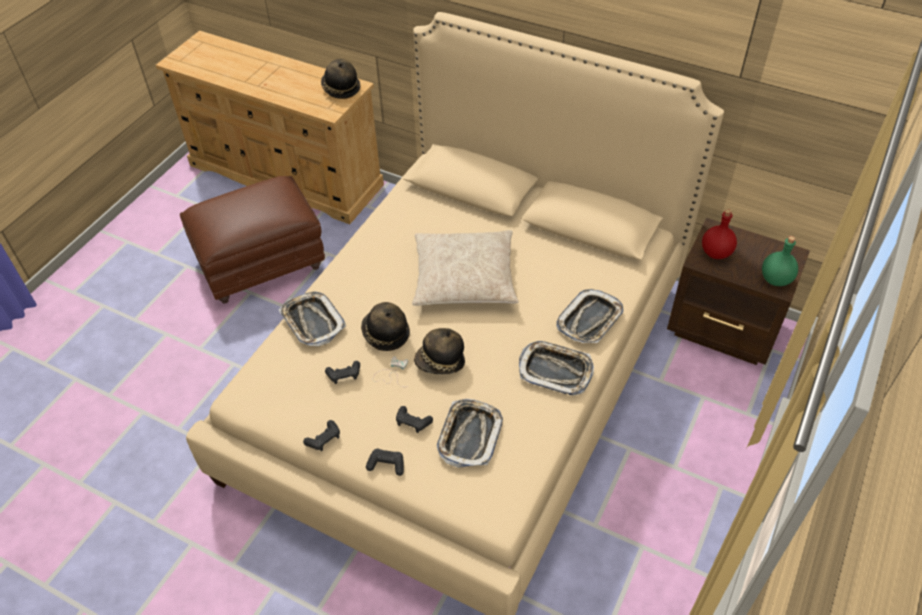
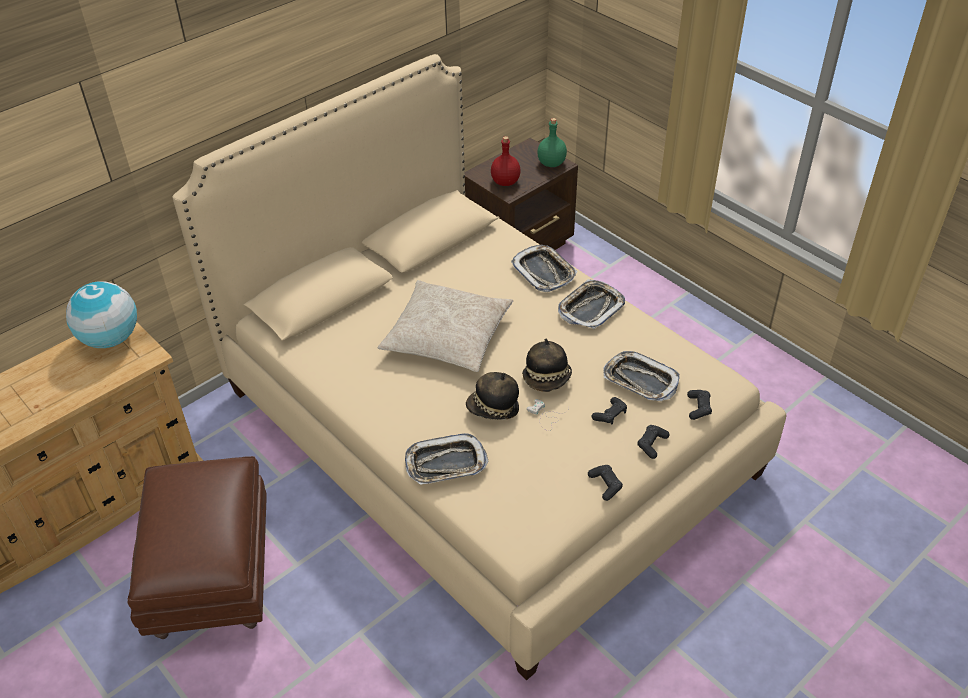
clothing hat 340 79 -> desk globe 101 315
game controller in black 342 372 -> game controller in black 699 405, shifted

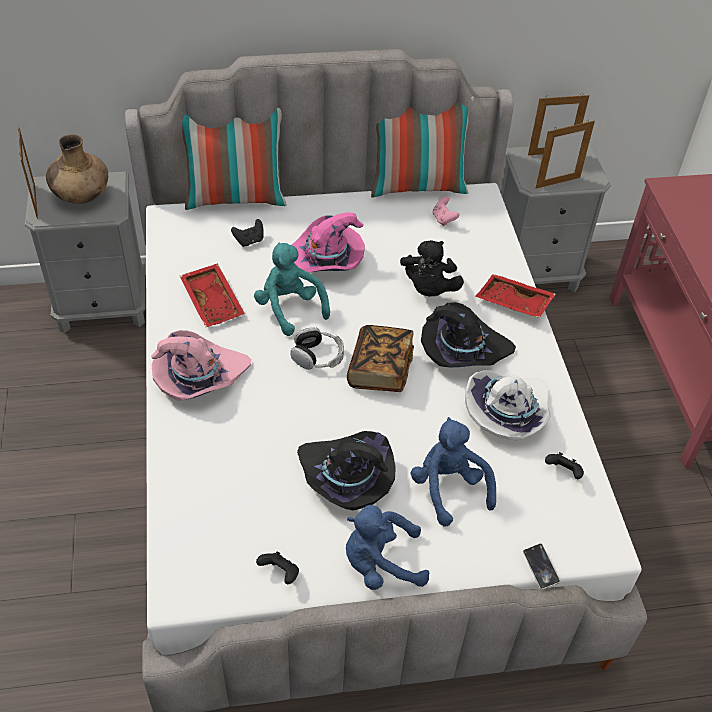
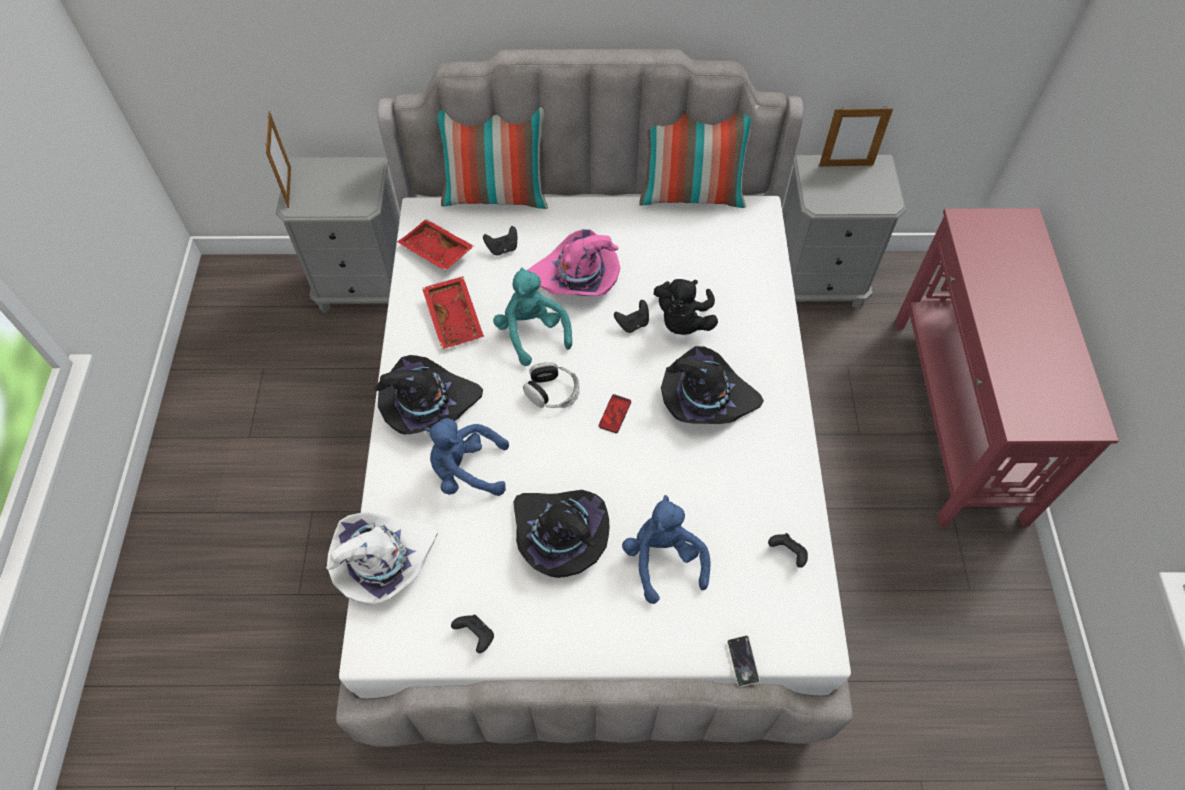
clothing hat in whitish 508 405 -> clothing hat in whitish 382 558, shifted
clothing hat in pinkish 201 365 -> clothing hat in black 428 394
serving tray in red-coloured 515 296 -> serving tray in red-coloured 435 245, shifted
cuddly toy in blue 387 547 -> cuddly toy in blue 466 457, shifted
book 380 358 -> handset 615 413
none -> game controller in black 631 316
flower vase in brownish 77 169 -> none
game controller in pinkish 446 211 -> none
picture frame 565 155 -> none

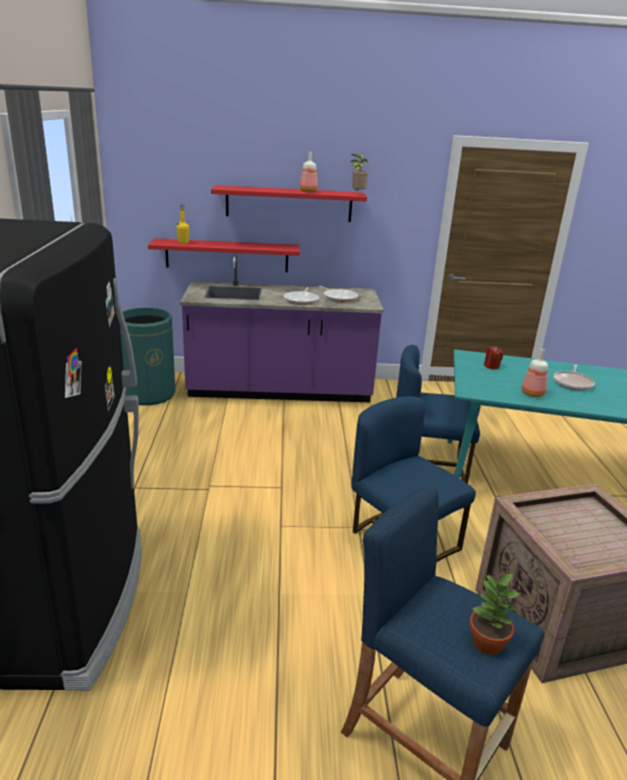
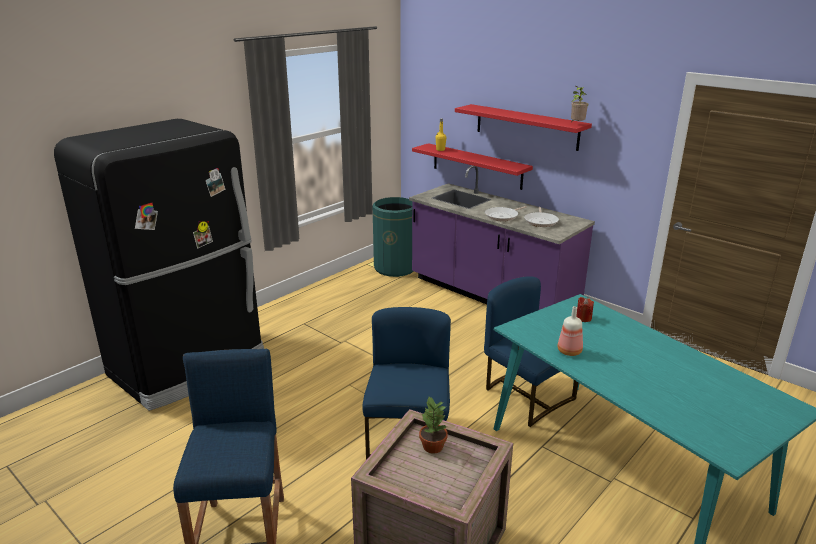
plant in a pot 495 614 -> plant in a pot 433 425, shifted
drink bottle 309 172 -> none
pan 574 377 -> none

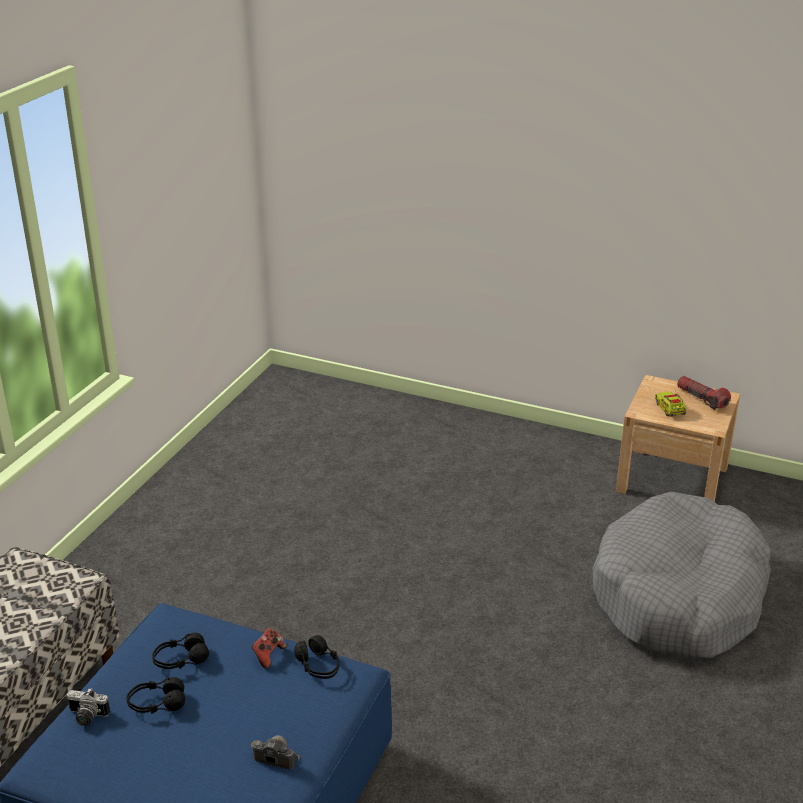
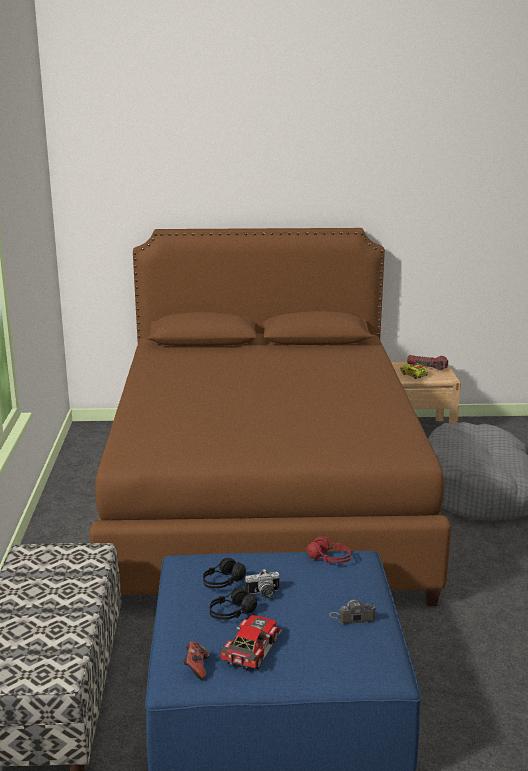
none -> bedroom bed in brownish 270 417
game controller 269 648 -> game controller 196 660, shifted
none -> model car 250 642
still camera 88 707 -> still camera 262 584, shifted
pair of headphones in black 317 657 -> pair of headphones in red-coloured 329 549

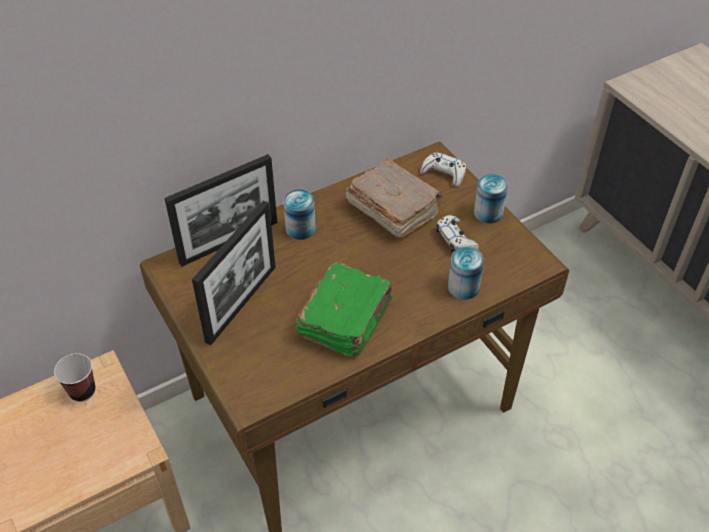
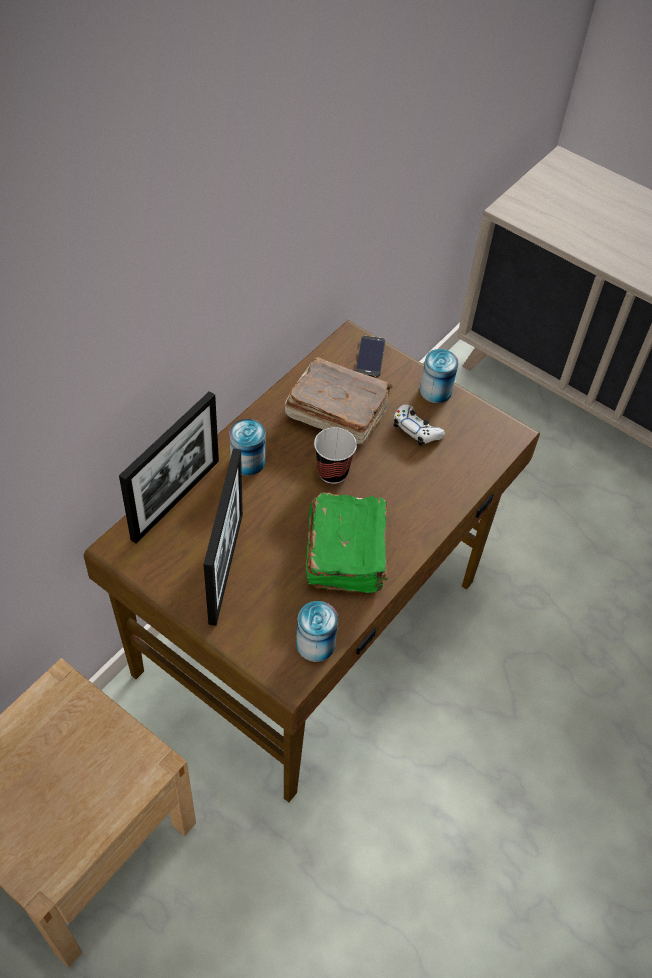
can 466 273 -> can 317 631, shifted
cup 75 377 -> cup 335 455, shifted
game controller in whitish 443 170 -> handset 370 356

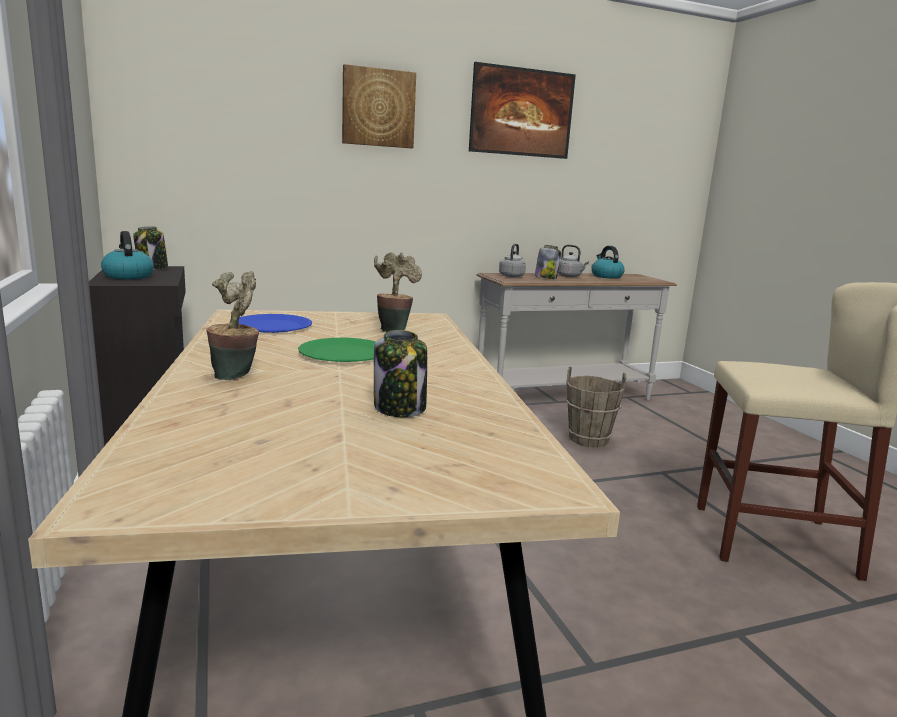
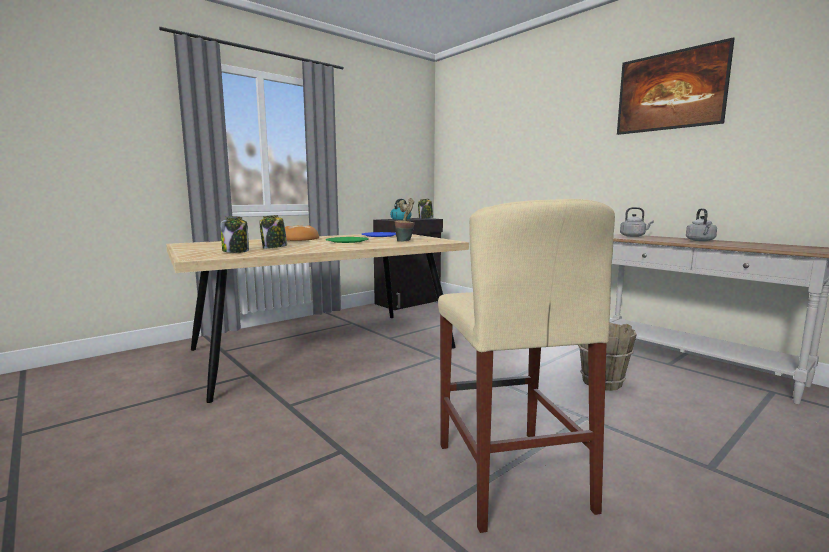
storage jar 548 262 -> storage jar 235 234, shifted
plant in a pot 232 325 -> bakery bread 302 233
picture 379 106 -> none
tea kettle 608 262 -> none

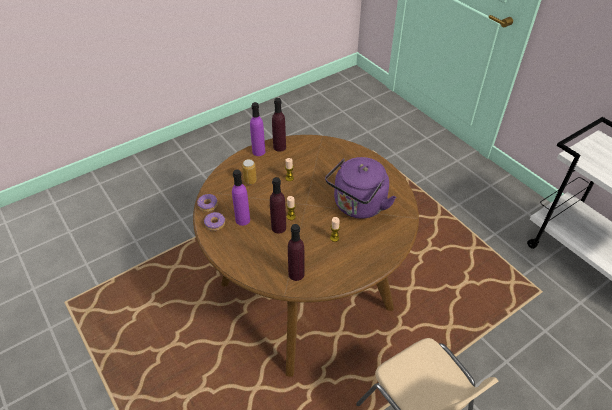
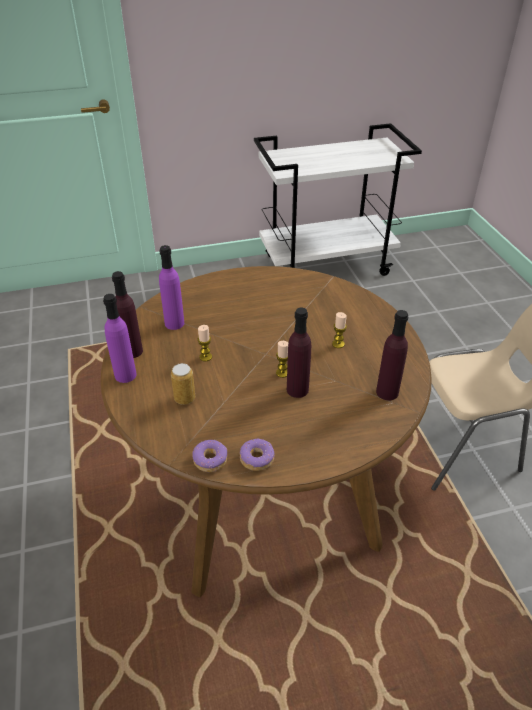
drink bottle in purple-coloured 241 198 -> drink bottle in purple-coloured 171 287, shifted
tea kettle in purple-coloured 360 188 -> none

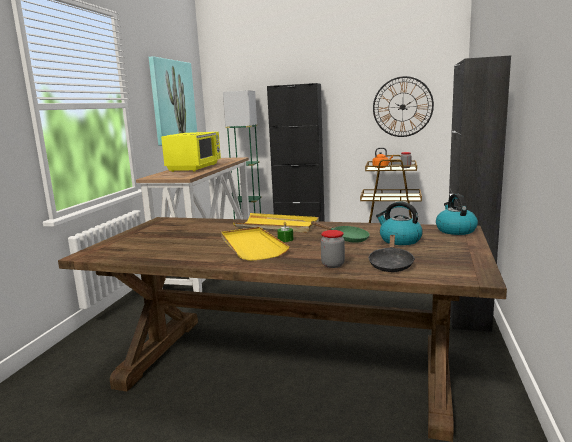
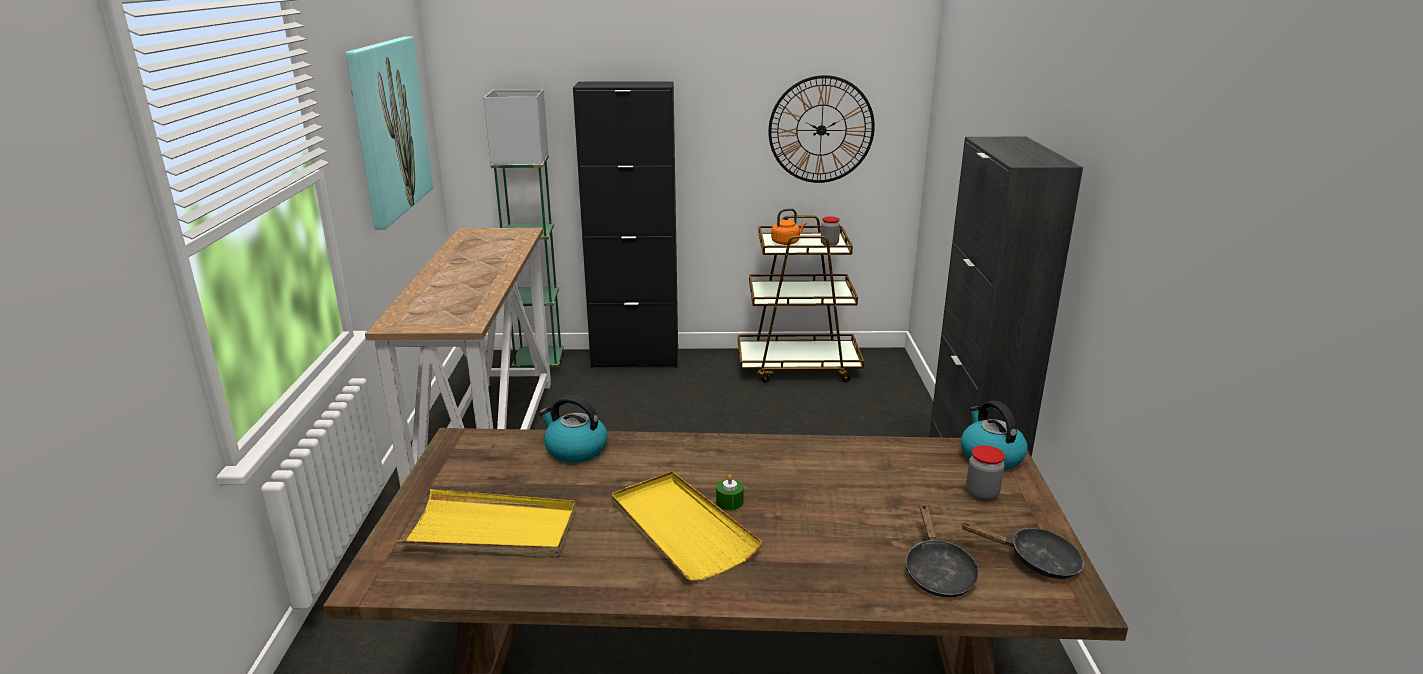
serving tray in yellowish 276 223 -> serving tray in yellowish 486 523, shifted
tea kettle 399 223 -> tea kettle 573 429, shifted
none -> pan in black 1022 550
storage jar 333 249 -> storage jar 985 473, shifted
microwave oven in yellowish 191 152 -> none
pan in green-coloured 340 232 -> none

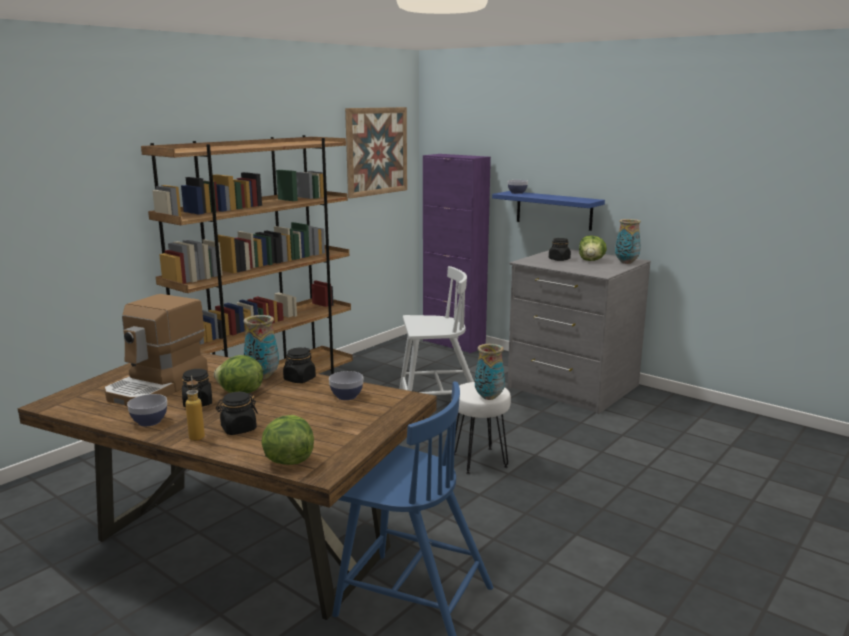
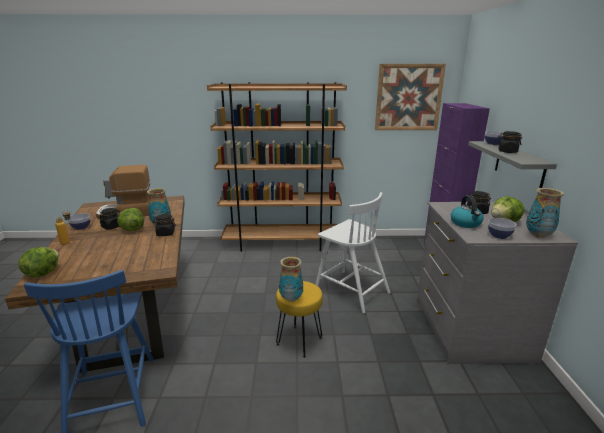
stool seat in whitish 482 428 -> stool seat in yellowish 299 319
none -> tea kettle 467 211
wall shelf in blue 548 211 -> wall shelf in gray 512 164
serving bowl 346 385 -> serving bowl 502 228, shifted
storage jar in black 237 413 -> storage jar in black 510 142, shifted

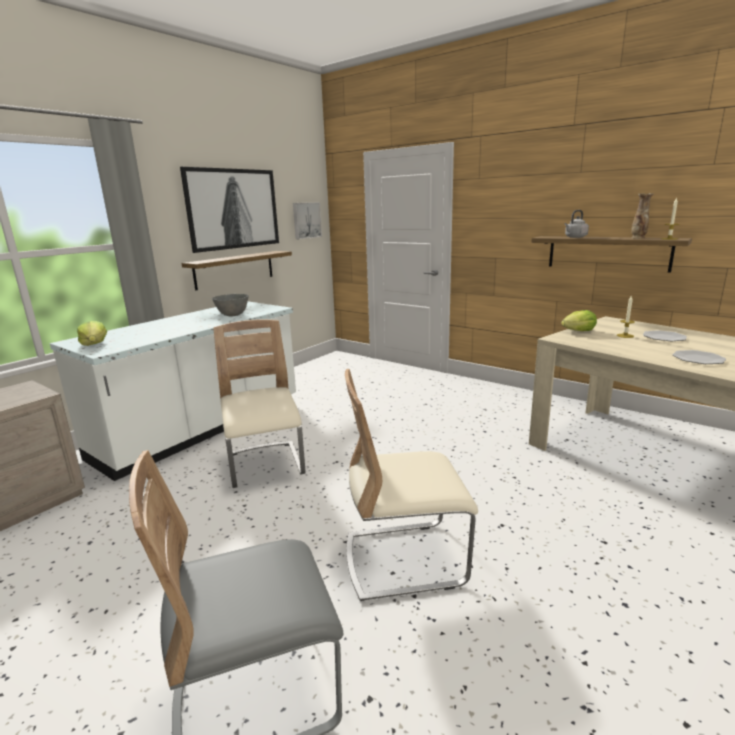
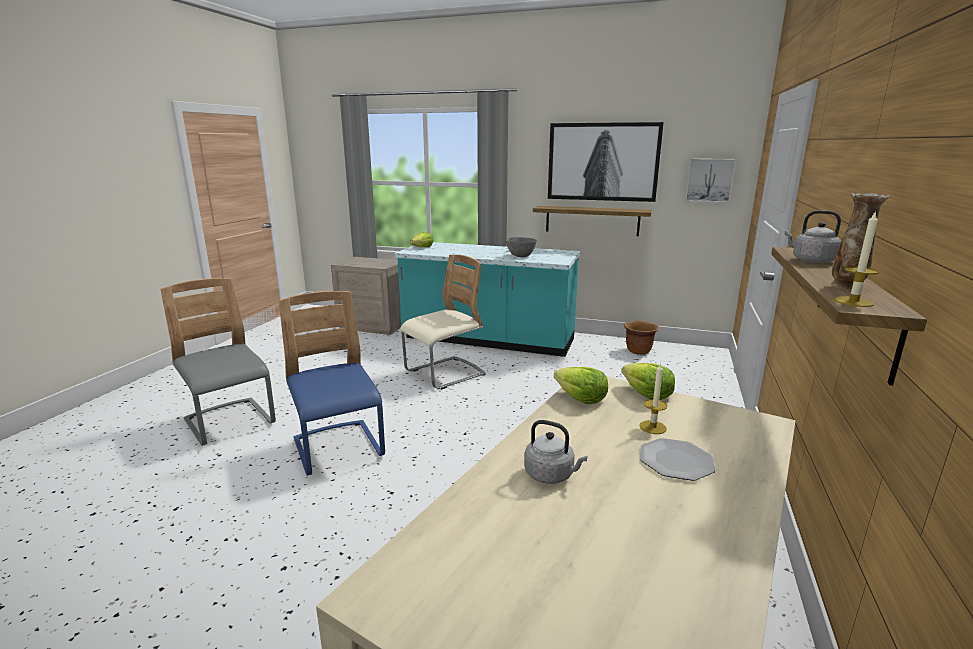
upright chair in sand-coloured 411 485 -> upright chair in blue 332 383
kitchen counter in whitish 173 391 -> kitchen counter in turquoise-coloured 487 299
plate 699 357 -> tea kettle in gray 556 452
none -> lettuce head 581 385
none -> planter in brownish 641 337

